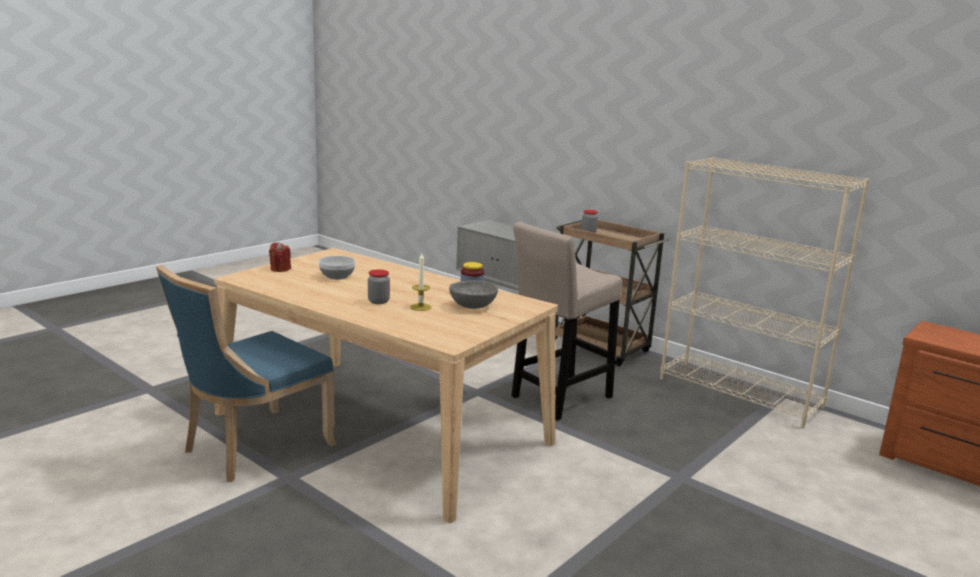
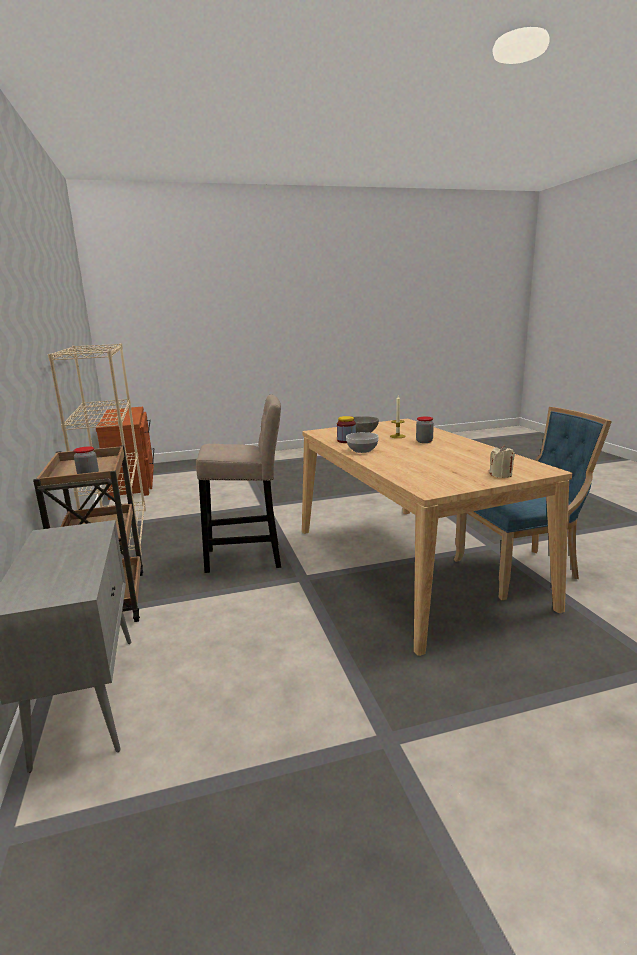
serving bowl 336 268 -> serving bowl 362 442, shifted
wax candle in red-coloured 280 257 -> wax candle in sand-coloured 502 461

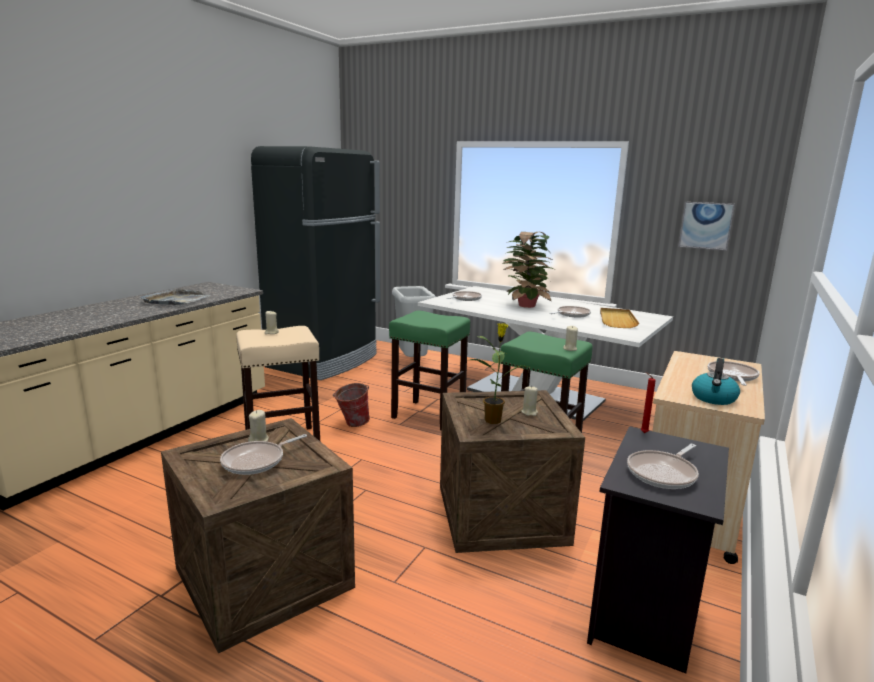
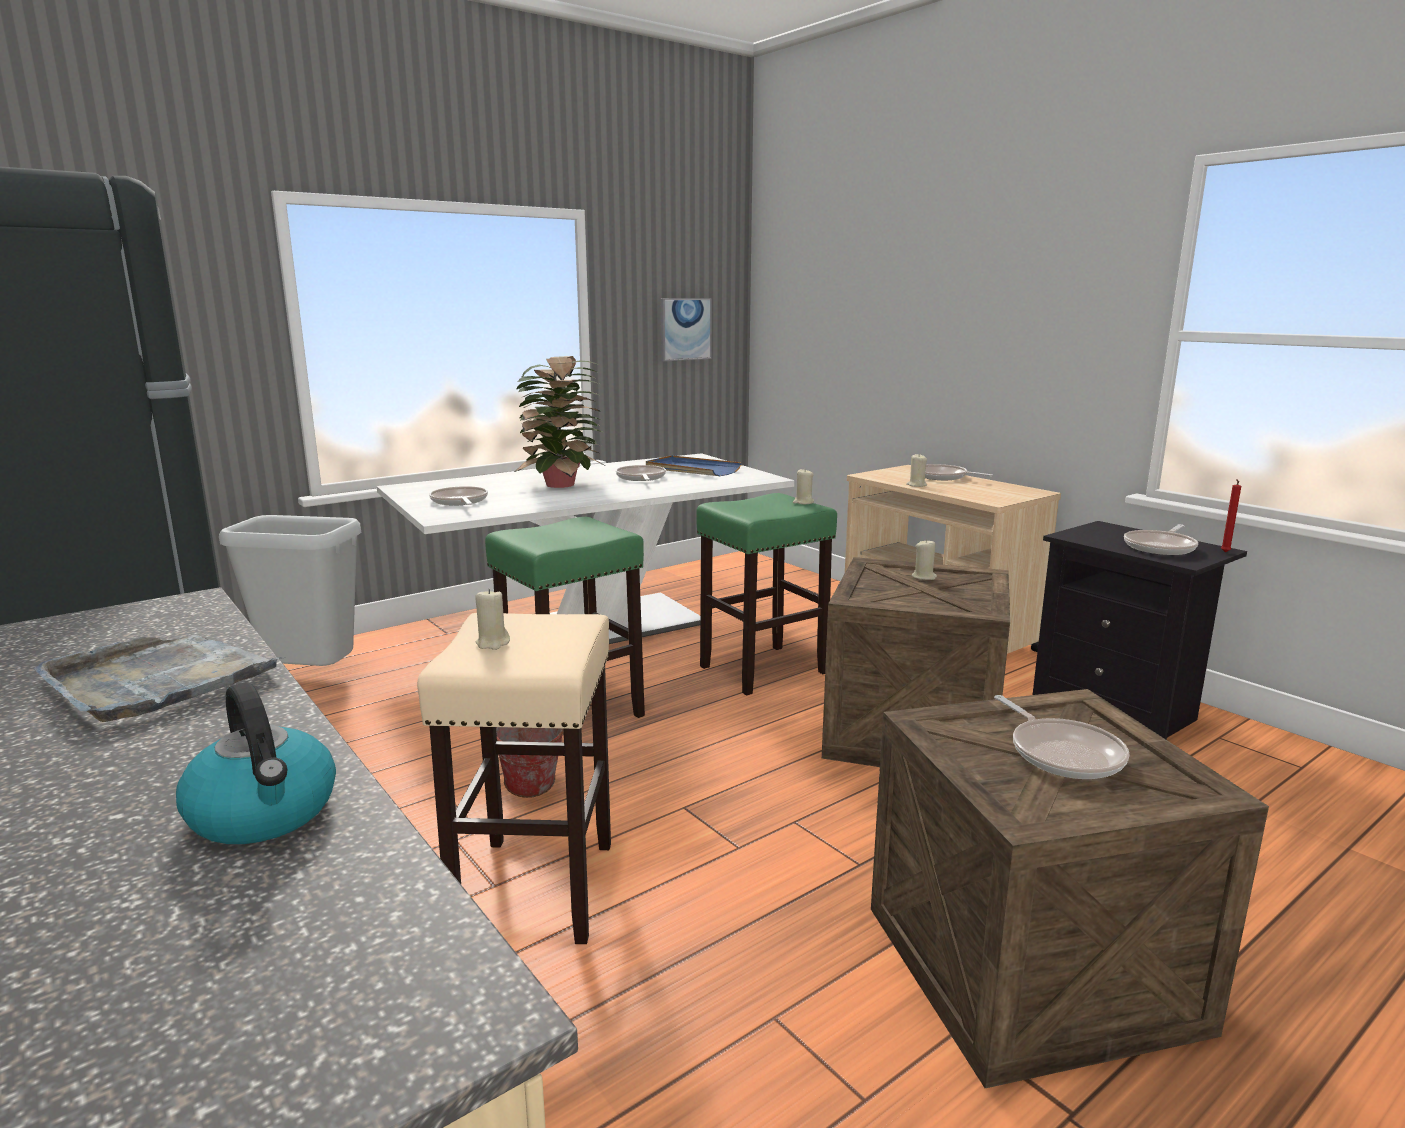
tea kettle 716 381 -> tea kettle 256 763, shifted
serving tray in sand-coloured 619 318 -> serving tray in blue 694 465
wax candle in sand-coloured 258 426 -> wax candle in sand-coloured 916 470, shifted
pan 663 466 -> pan 1161 539, 60 degrees clockwise
wax candle in red-coloured 648 402 -> wax candle in red-coloured 1231 515, shifted
plant in a pot 498 373 -> none

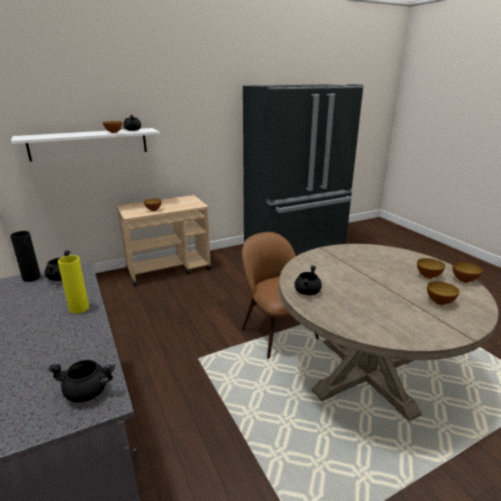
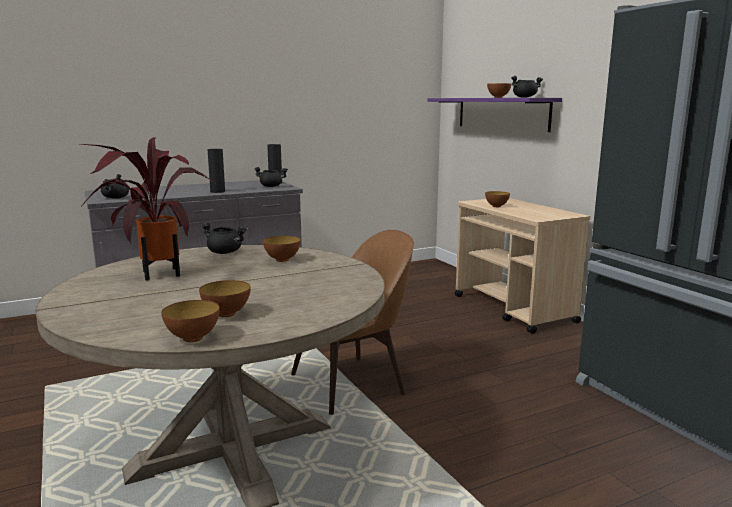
none -> plant in a pot 148 208
flower vase in yellowish 73 284 -> flower vase in black 216 171
serving bowl 443 293 -> serving bowl 282 249, shifted
wall shelf in whitish 85 145 -> wall shelf in purple-coloured 494 115

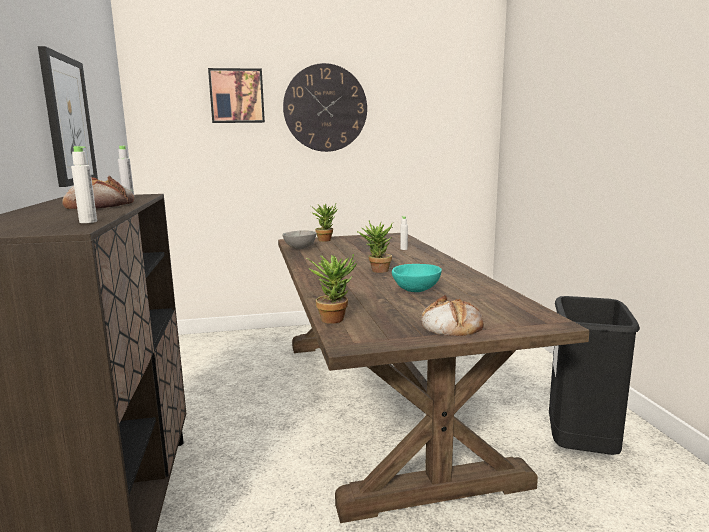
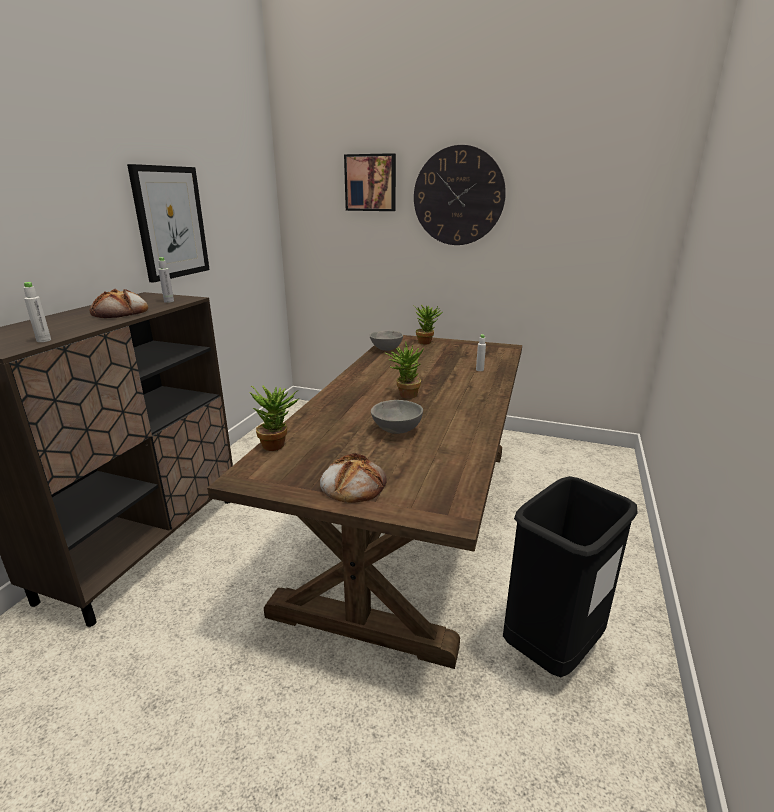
serving bowl in turquoise-coloured 417 278 -> serving bowl in gray 397 417

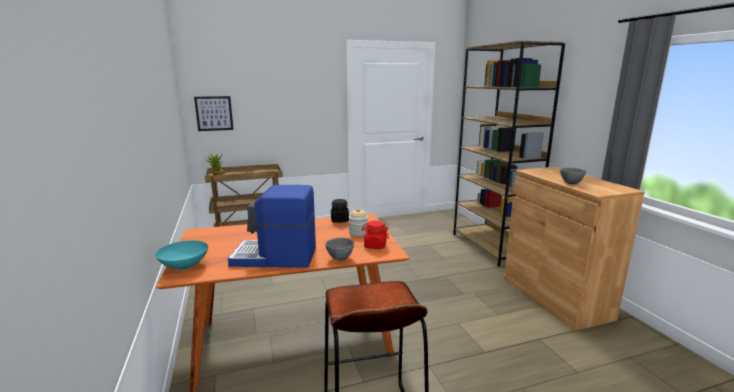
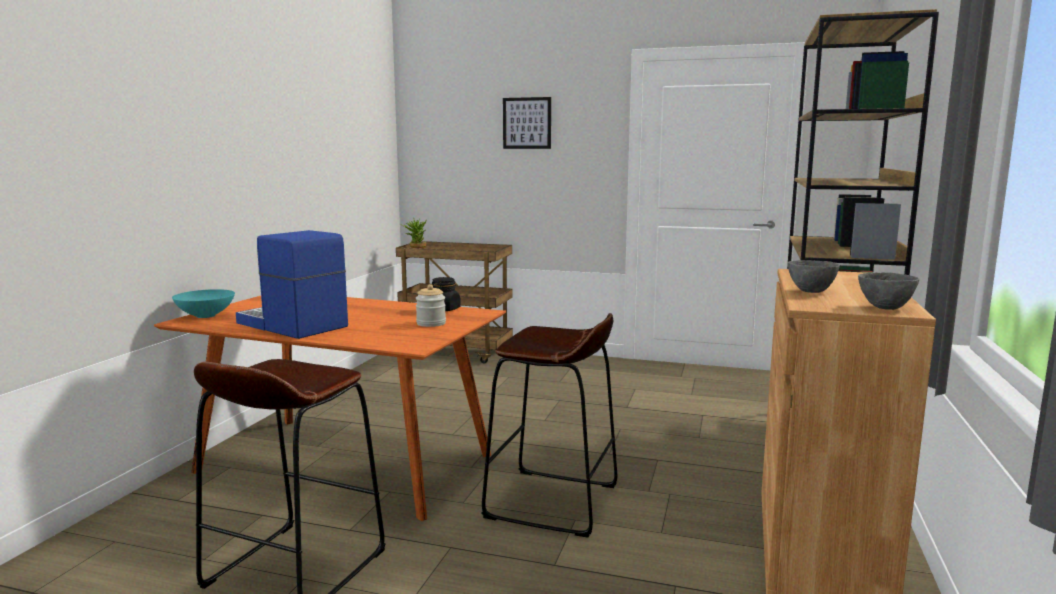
none -> stool seat in brownish 549 425
picture 213 113 -> picture 527 123, shifted
serving bowl in gray 339 249 -> serving bowl in gray 888 291, shifted
storage jar in red-coloured 375 235 -> none

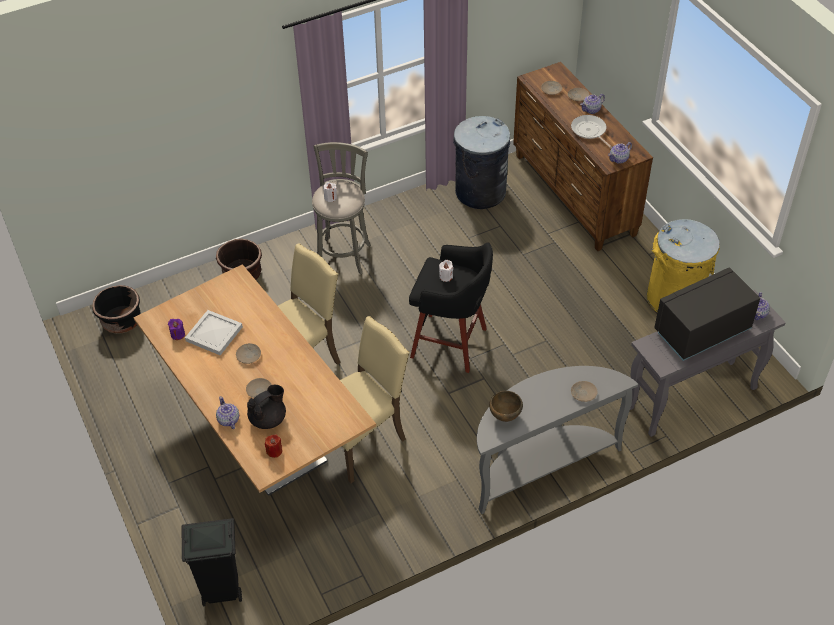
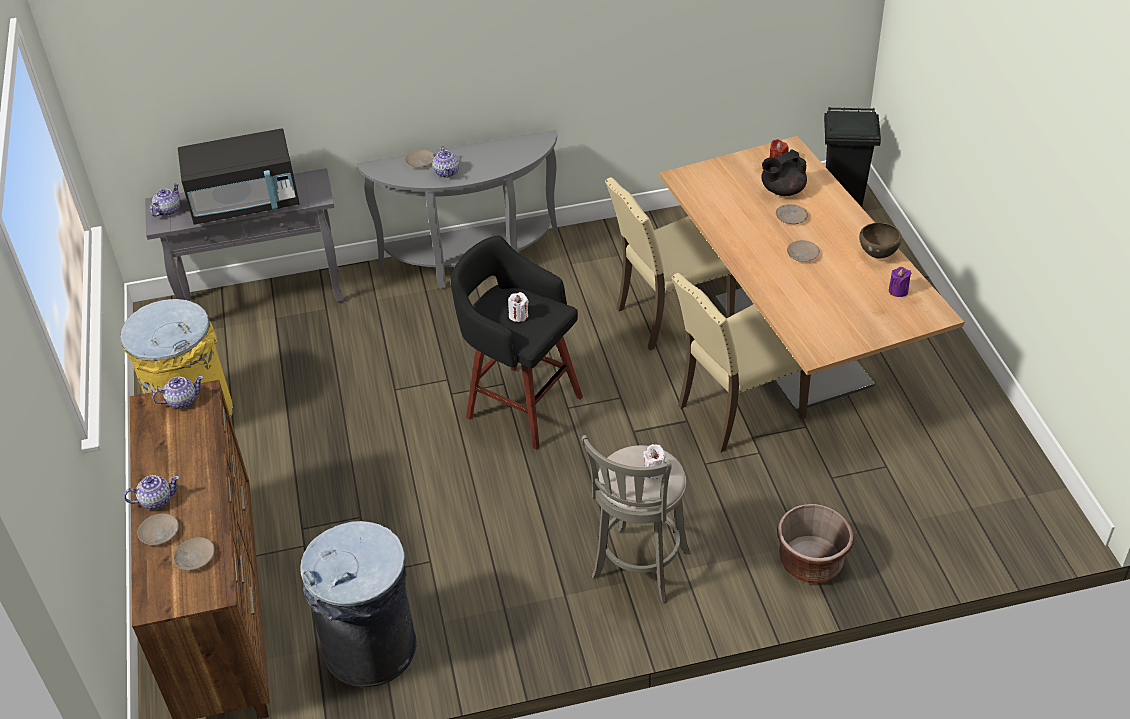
pot for tea 227 412 -> pot for tea 446 162, shifted
serving bowl in brownish 506 406 -> serving bowl in brownish 880 241, shifted
planter in black 116 309 -> none
serving tray in whitish 214 332 -> none
pan 591 131 -> none

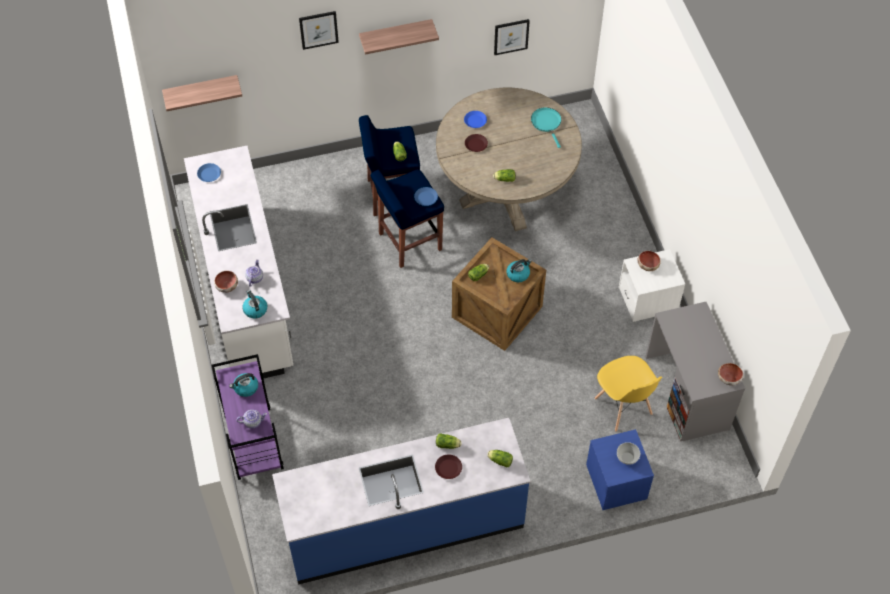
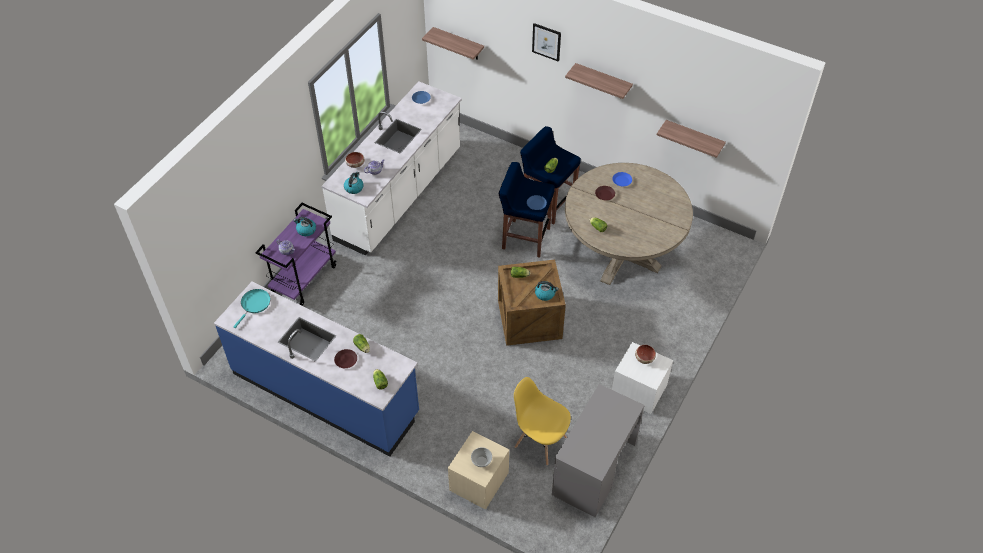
pan in turquoise-coloured 546 127 -> pan in turquoise-coloured 252 308, shifted
bedside table in blue 620 469 -> bedside table in sand-coloured 478 470
upright chair in yellowish 628 394 -> upright chair in yellowish 542 421, 105 degrees clockwise
picture 512 37 -> wall shelf 691 139
serving bowl 730 374 -> none

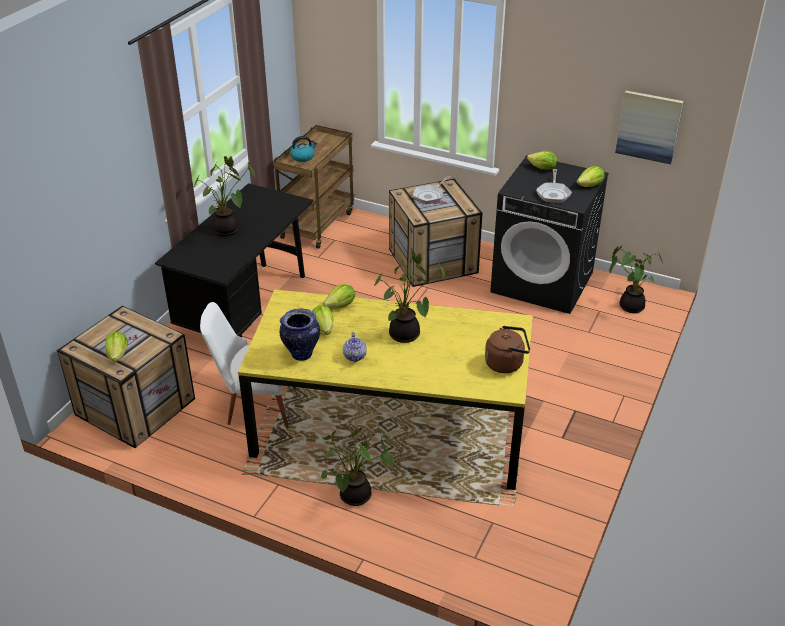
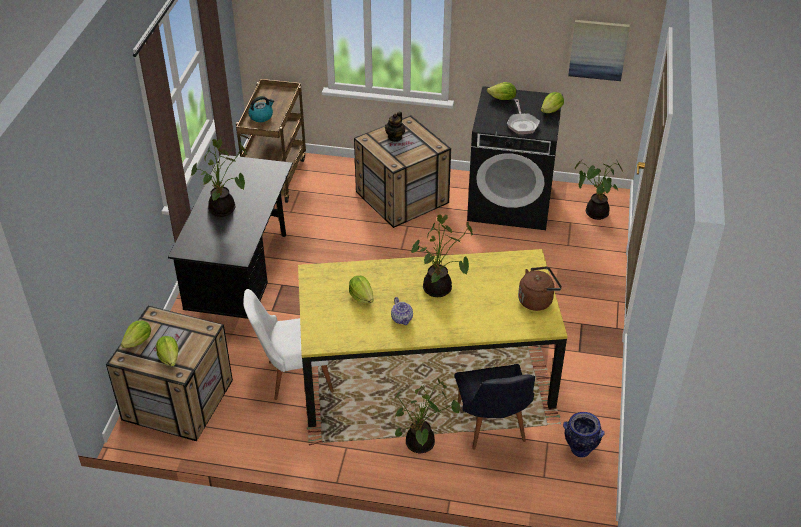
lettuce head 339 296 -> lettuce head 136 334, shifted
pan 432 190 -> pot for tea 395 126
none -> upright chair in black 495 407
flower vase 299 334 -> flower vase 584 435, shifted

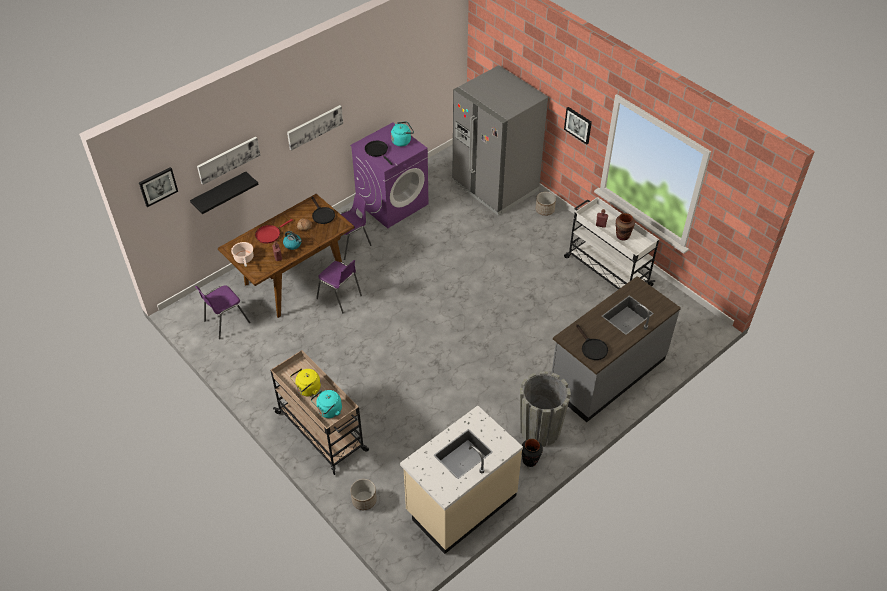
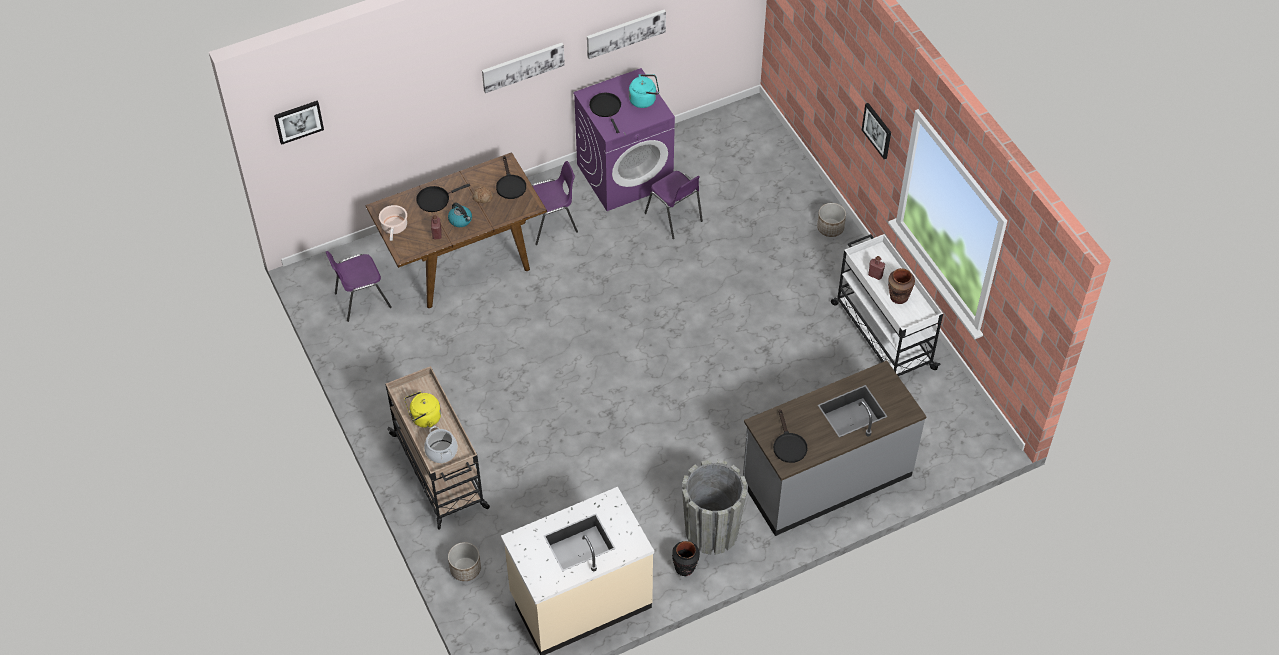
pan in red-coloured 274 231 -> pan in black 443 197
tea kettle in turquoise-coloured 326 404 -> saucepot 441 444
picture 228 160 -> picture 626 34, shifted
upright chair in purple-coloured 339 286 -> upright chair in purple-coloured 673 205, shifted
wall shelf in black 224 192 -> none
kitchen fridge in gray 500 140 -> none

